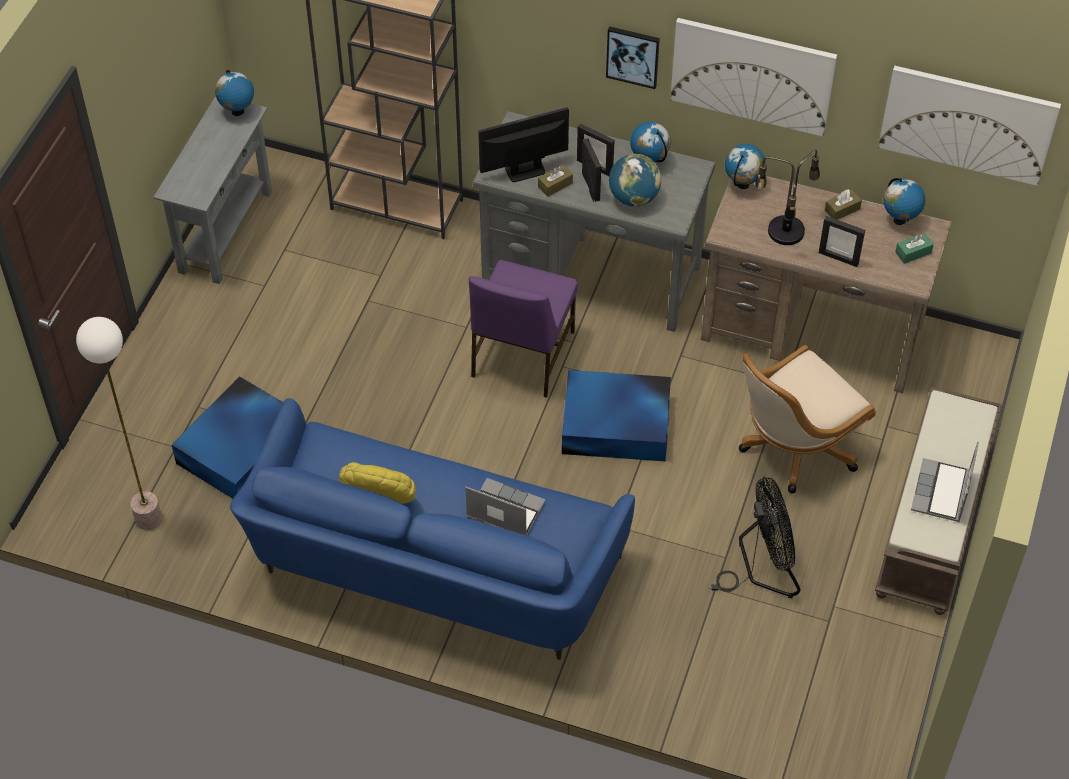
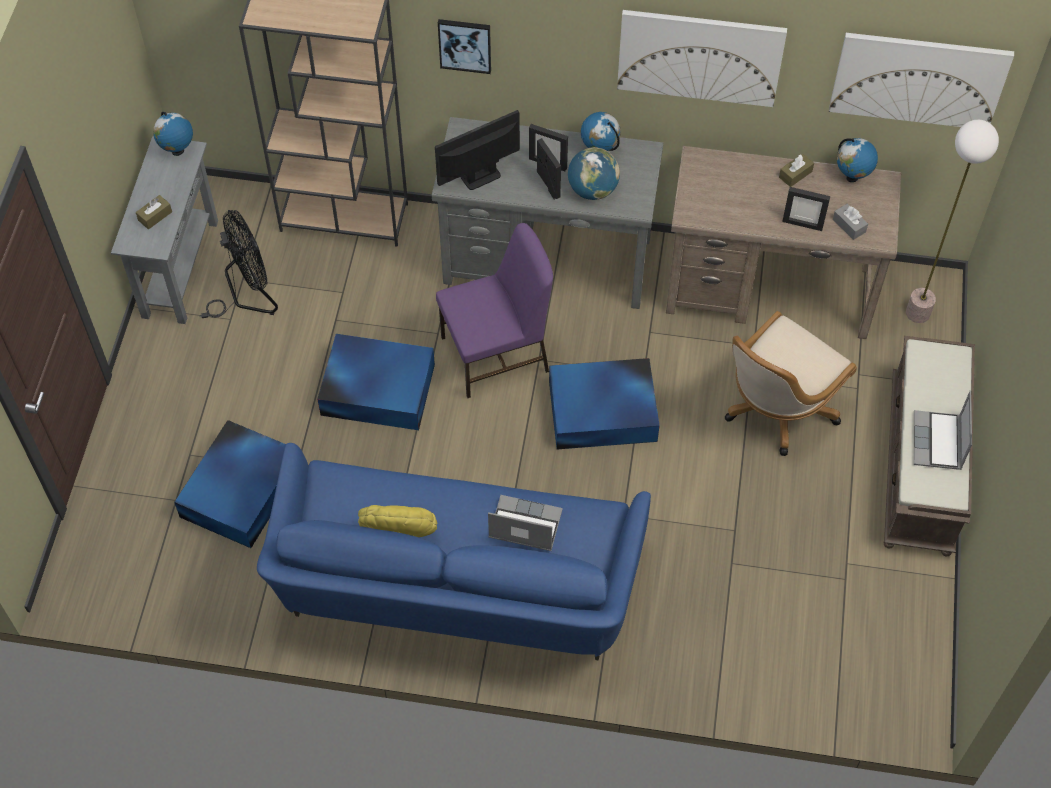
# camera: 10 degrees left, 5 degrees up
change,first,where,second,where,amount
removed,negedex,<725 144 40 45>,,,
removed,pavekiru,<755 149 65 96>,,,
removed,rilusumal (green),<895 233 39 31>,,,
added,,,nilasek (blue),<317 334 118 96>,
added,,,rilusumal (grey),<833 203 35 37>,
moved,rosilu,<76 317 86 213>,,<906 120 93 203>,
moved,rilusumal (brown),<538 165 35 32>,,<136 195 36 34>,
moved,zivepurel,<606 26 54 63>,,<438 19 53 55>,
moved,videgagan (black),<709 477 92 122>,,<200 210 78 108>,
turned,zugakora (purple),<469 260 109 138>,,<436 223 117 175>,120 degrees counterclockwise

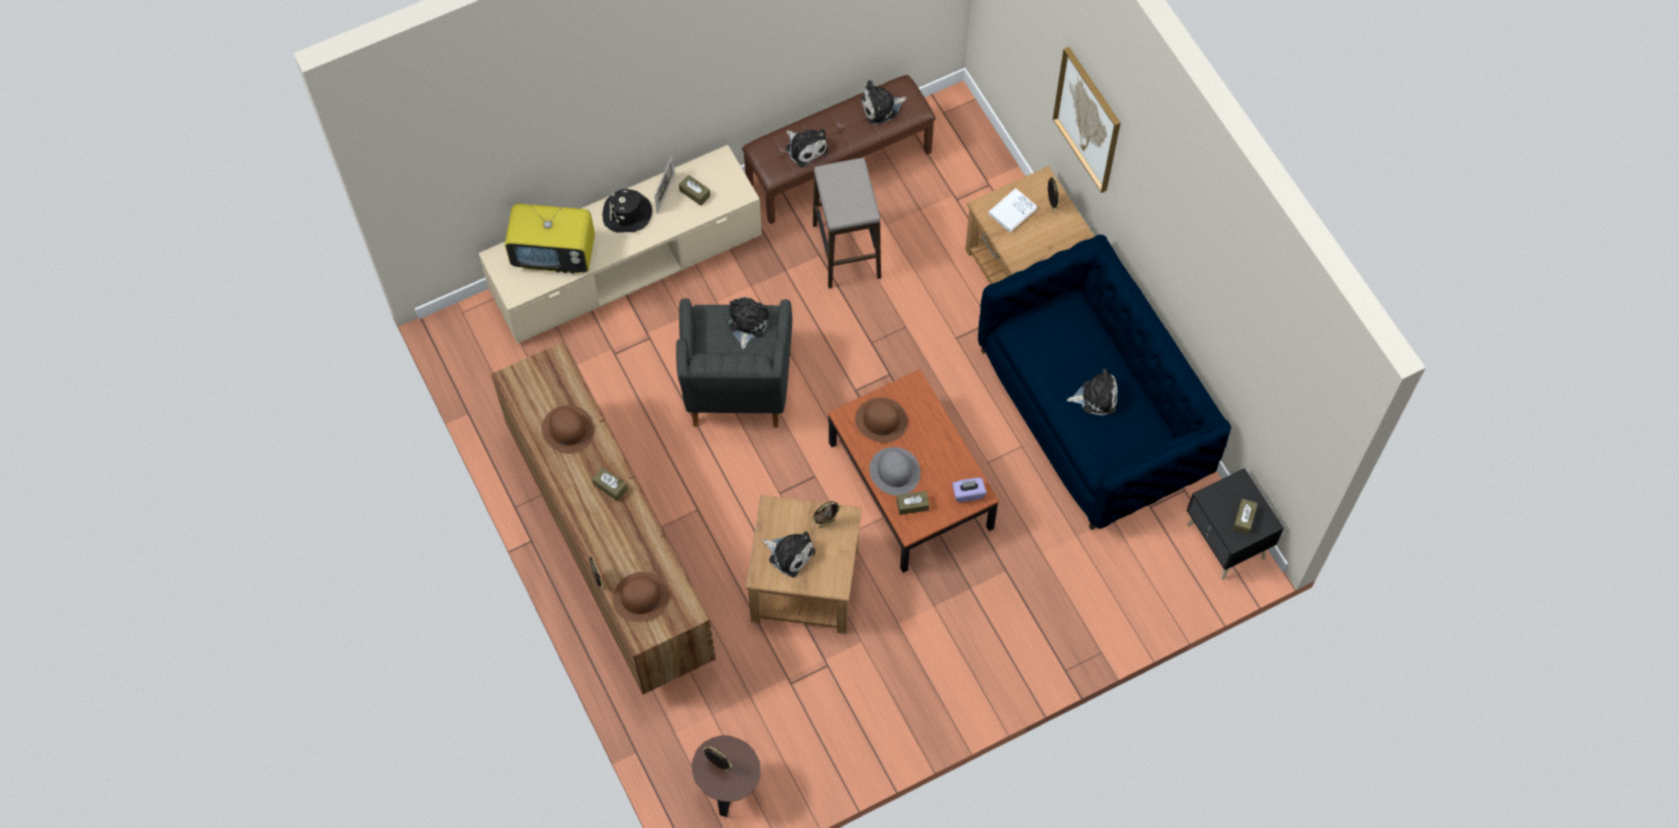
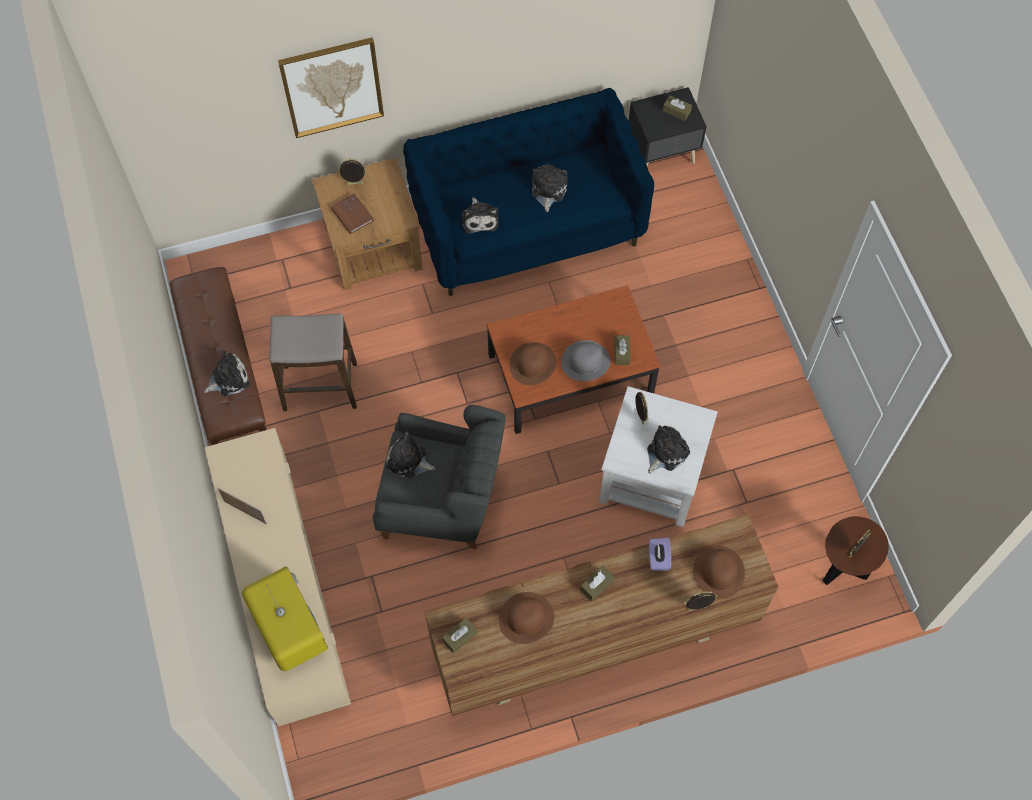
# camera: 80 degrees left, 0 degrees up
change,first,where,second,where,amount
removed,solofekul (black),<603 189 49 43>,,,
moved,rilusumal (brown),<679 175 31 31>,,<442 618 35 35>,
moved,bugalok,<860 80 47 45>,,<462 197 37 37>,
moved,rilusumal (purple),<952 478 34 25>,,<649 538 22 33>,
recoloured,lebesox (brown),<746 495 116 139>,lebesox (white),<599 386 119 141>,
recoloured,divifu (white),<988 188 49 44>,divifu (brown),<331 193 43 41>,
turned,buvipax,<505 204 90 70>,,<242 567 86 104>,45 degrees counterclockwise

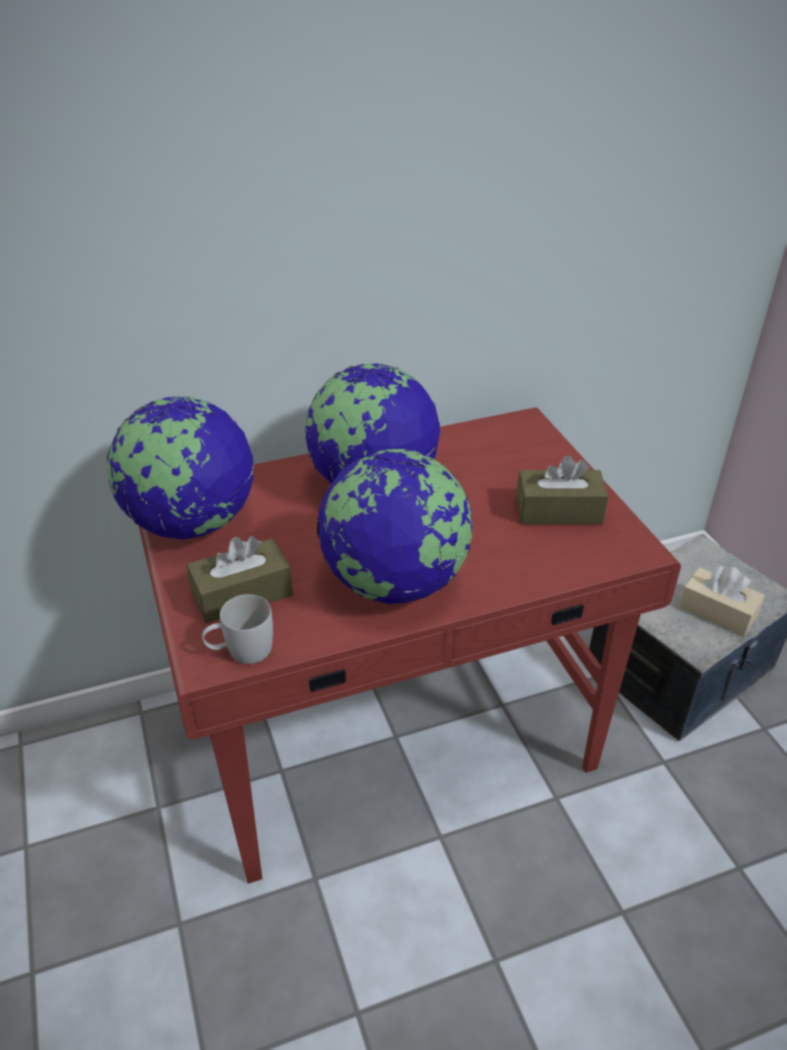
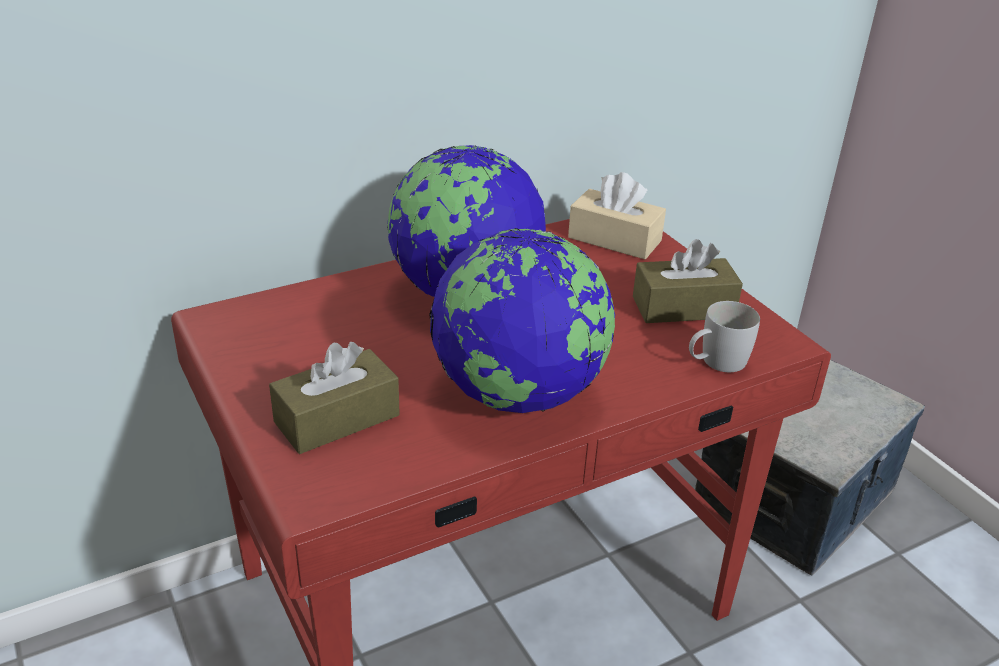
# camera: 10 degrees left, 5 degrees down
change,first,where,second,where,amount
removed,negedex,<107 396 147 143>,,,
moved,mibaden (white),<202 594 71 70>,,<689 301 71 71>,
moved,rilusumal (beige),<679 566 86 70>,,<568 172 98 87>,

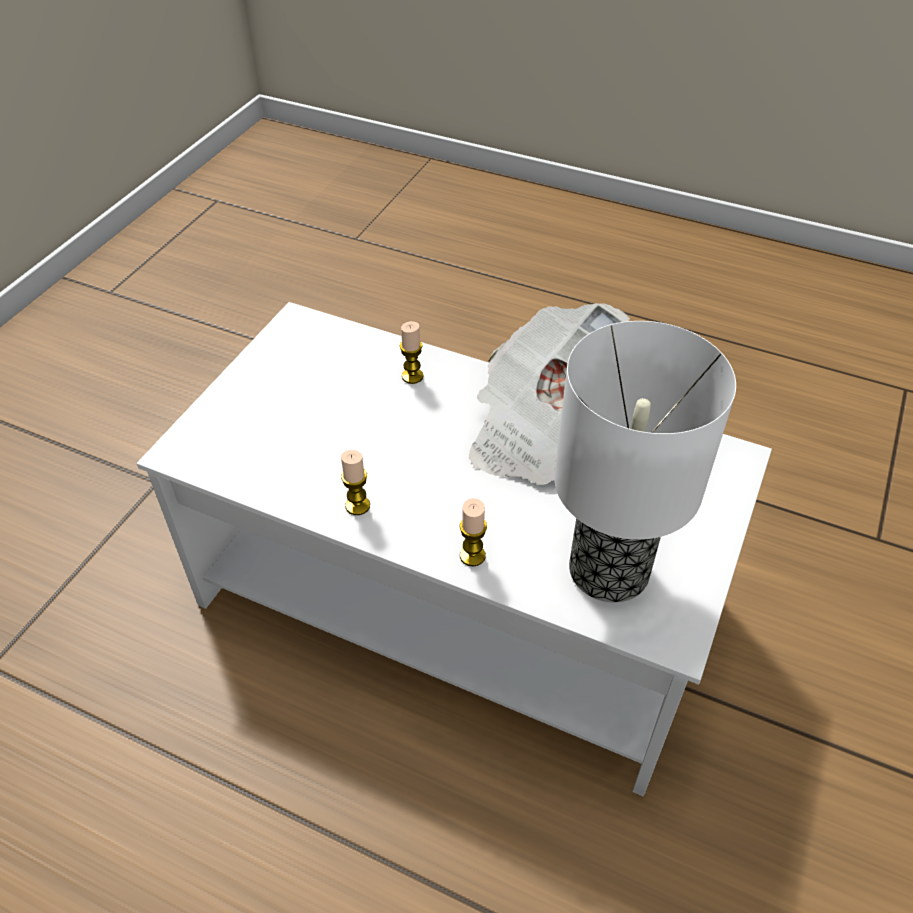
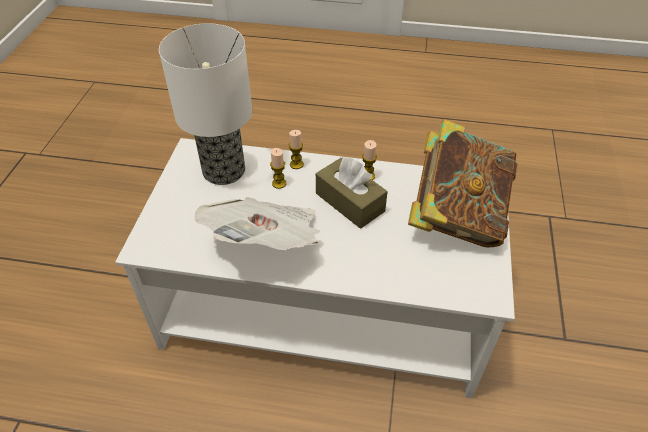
# camera: 165 degrees right, 0 degrees up
change,first,where,second,where,amount
added,,,rilusumal (brown),<316 157 72 72>,
added,,,divifu,<408 119 110 129>,
moved,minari,<400 321 23 63>,,<270 148 16 41>,

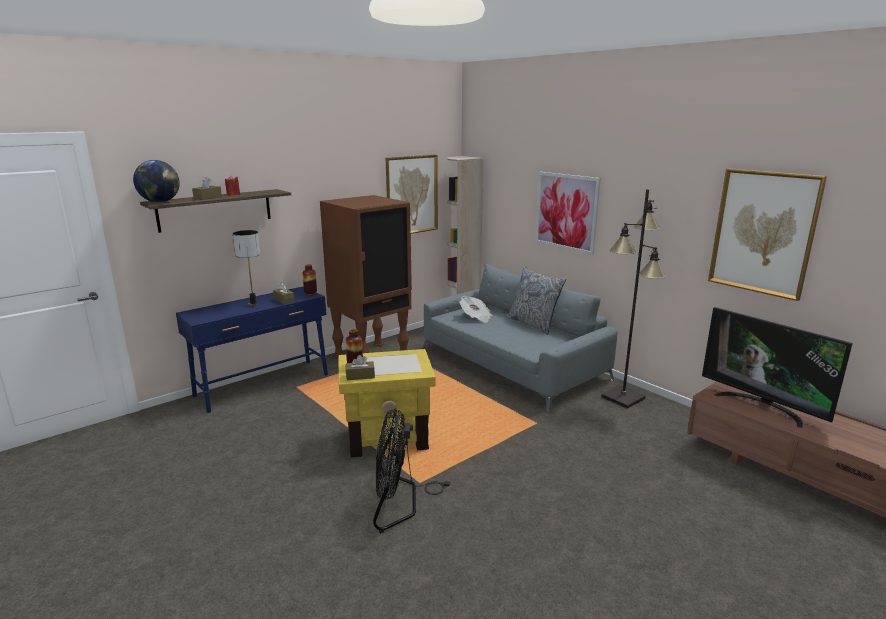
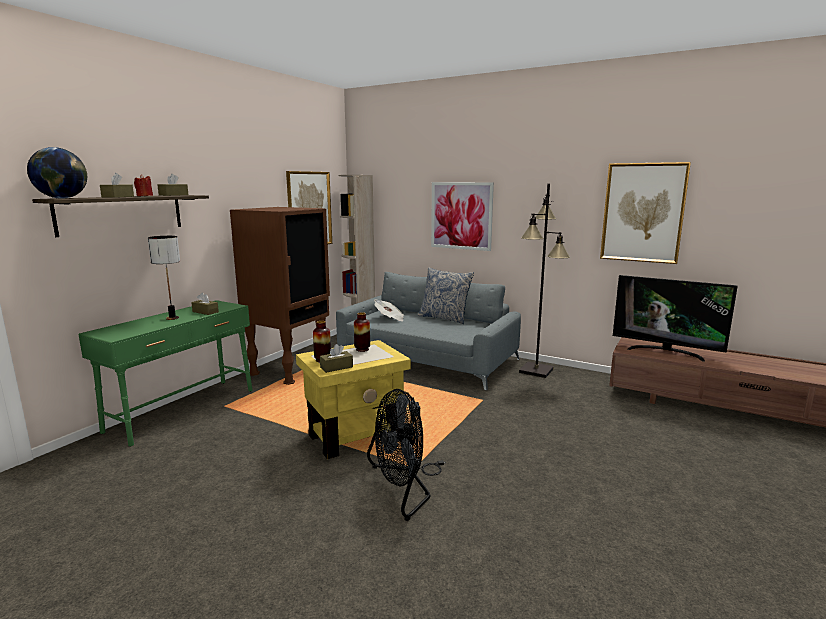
# camera: 20 degrees left, 5 degrees down
change,first,where,second,where,amount
added,,,rilusumal (brown),<158 174 31 22>,
moved,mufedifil,<303 264 14 32>,,<354 312 16 40>,
recoloured,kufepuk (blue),<176 286 152 127>,kufepuk (green),<78 300 175 146>,

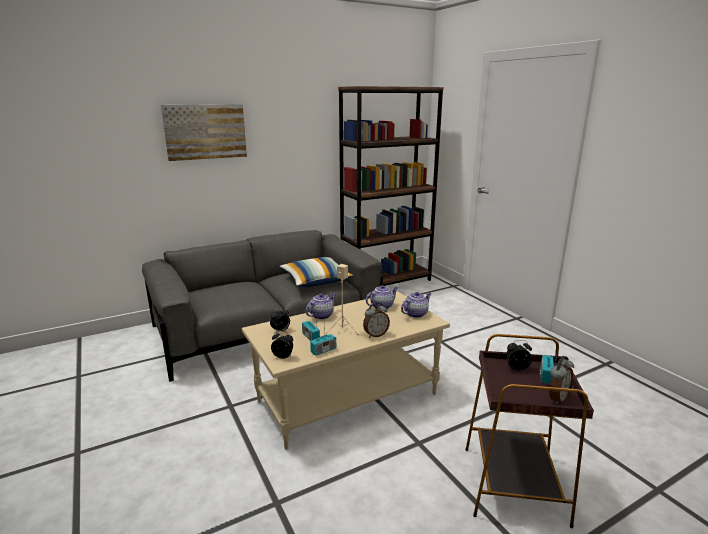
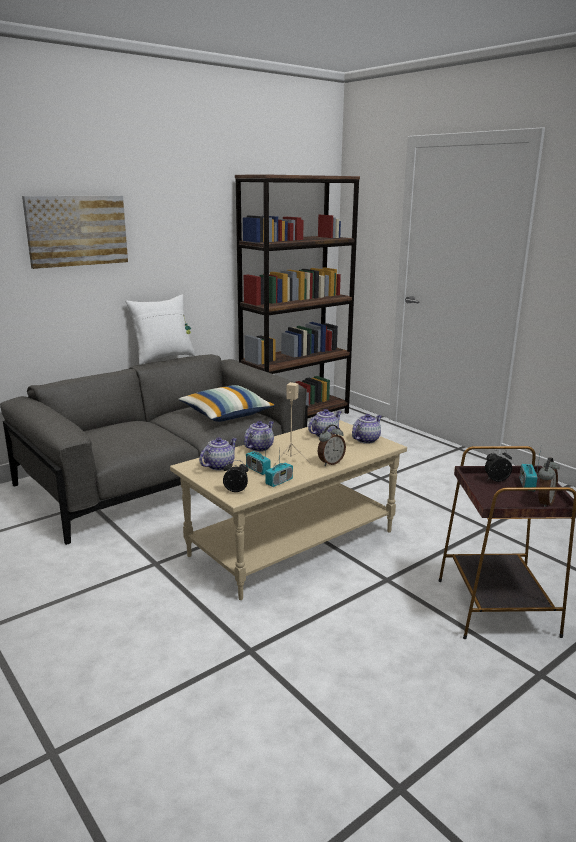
# camera: 10 degrees left, 0 degrees up
change,first,where,second,where,amount
added,,,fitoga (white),<126 295 69 70>,
replaced,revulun,<270 307 20 25>,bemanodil,<199 437 38 34>,

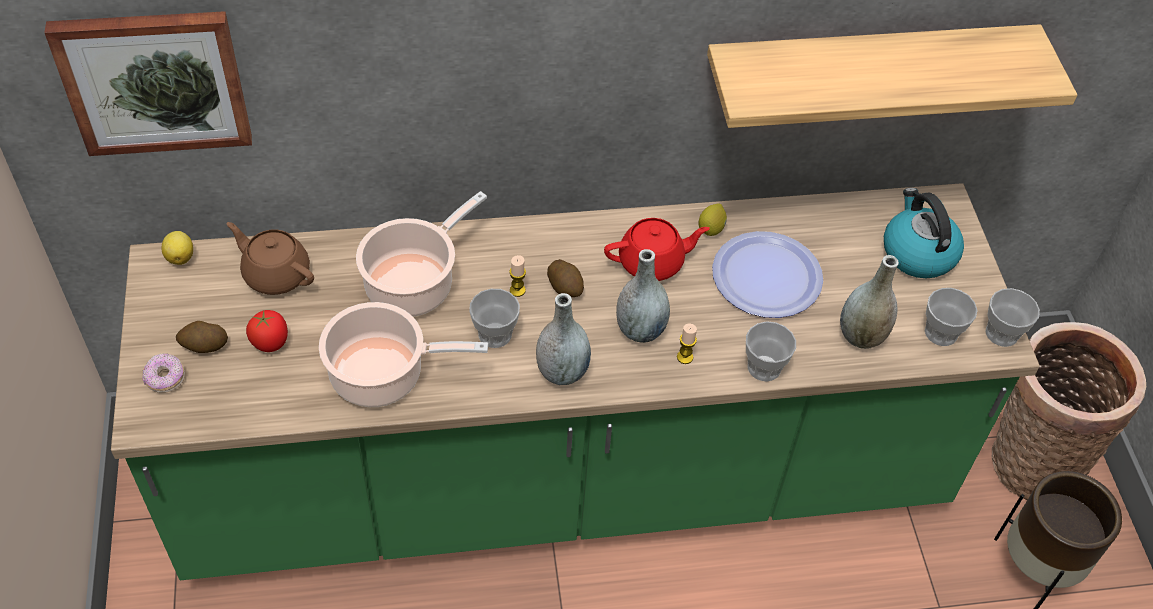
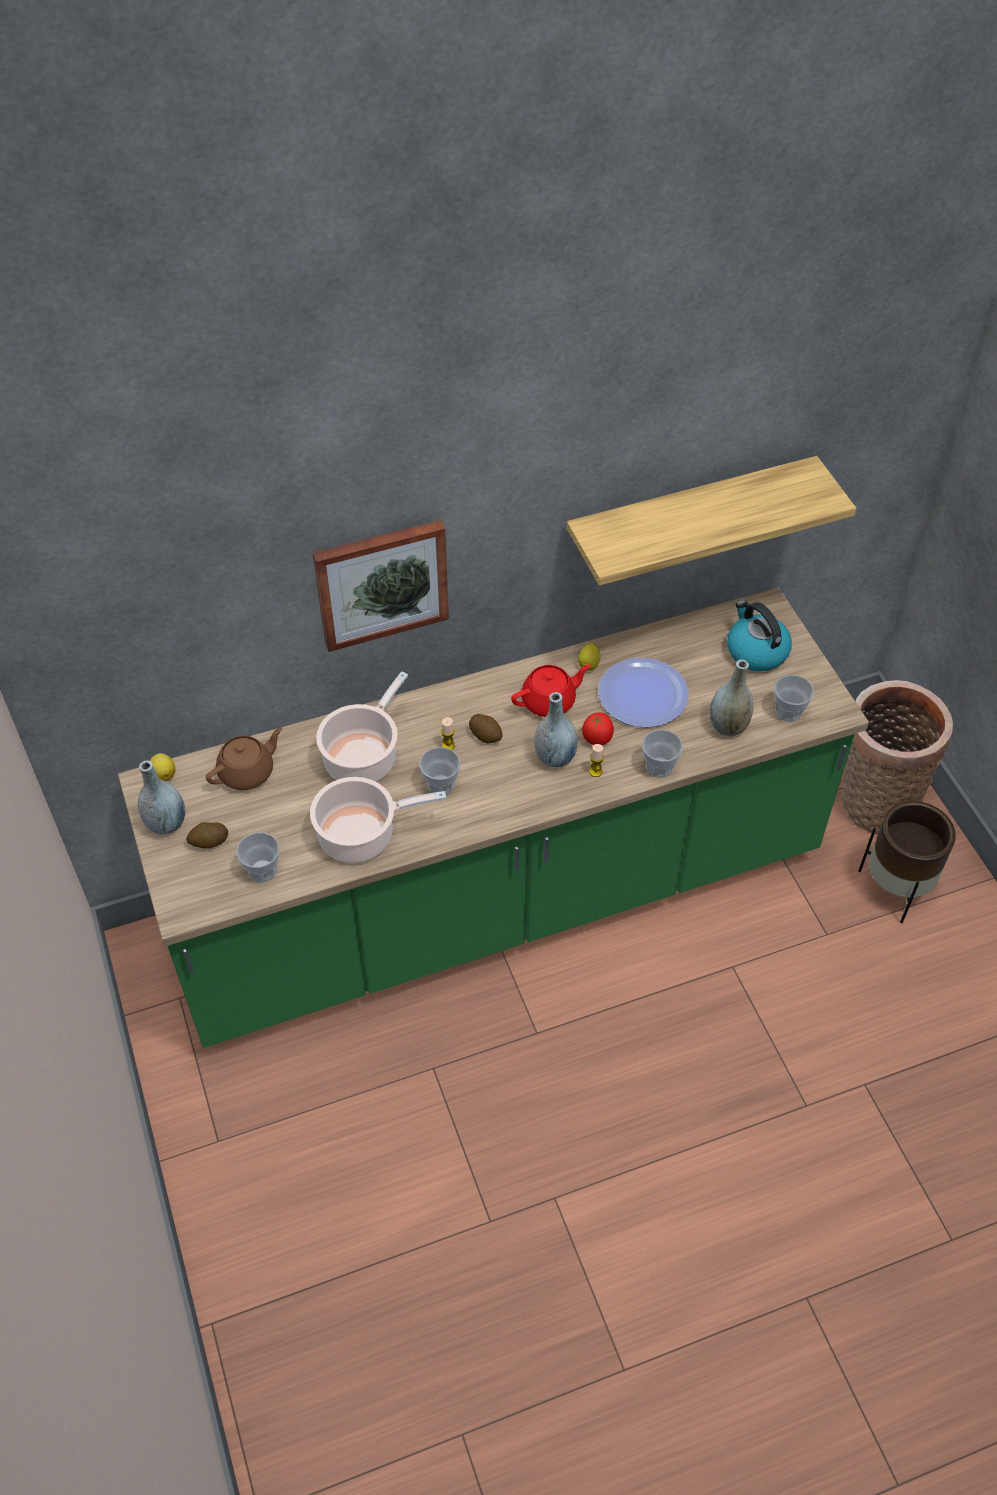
# camera: 10 degrees left, 0 degrees up
change,first,where,second,where,amount
removed,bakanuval,<142 353 43 40>,,,
moved,zivepurel,<44 11 208 145>,,<313 520 136 132>,
moved,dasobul,<246 310 42 42>,,<582 712 32 33>,
moved,mufedifil (grey),<536 293 55 92>,,<138 760 47 74>,
moved,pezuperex,<986 288 54 59>,,<236 832 44 51>,
turned,bemanodil (brown),<226 222 88 73>,,<206 727 77 63>,120 degrees clockwise

